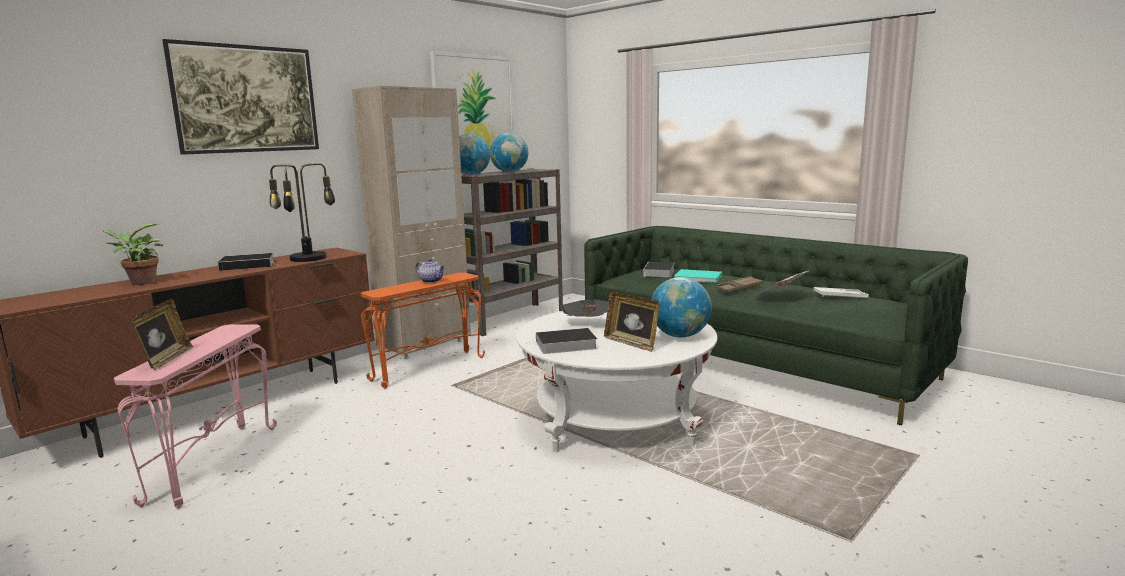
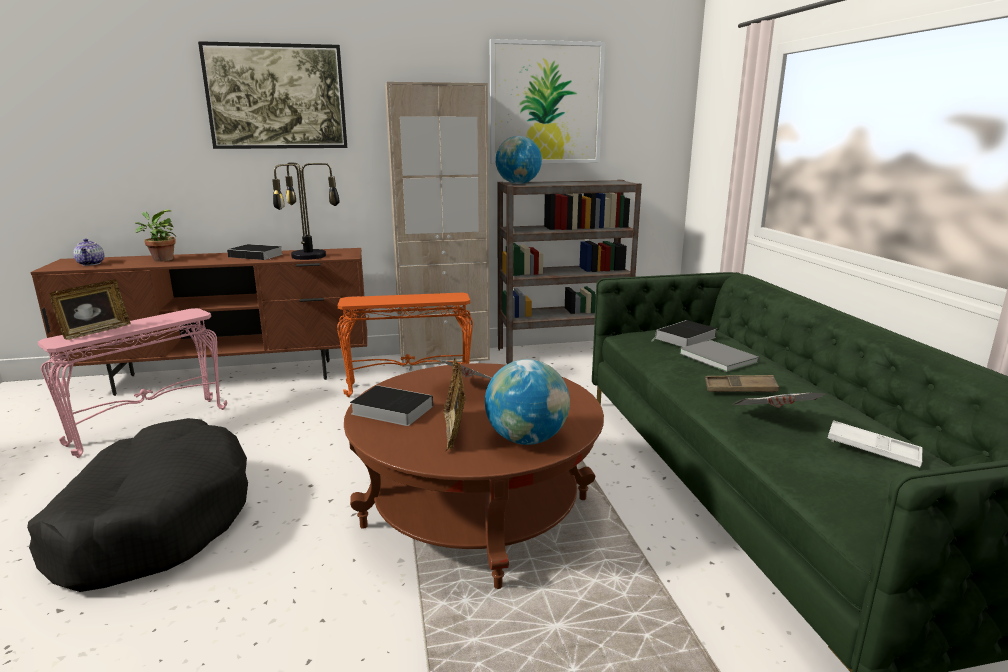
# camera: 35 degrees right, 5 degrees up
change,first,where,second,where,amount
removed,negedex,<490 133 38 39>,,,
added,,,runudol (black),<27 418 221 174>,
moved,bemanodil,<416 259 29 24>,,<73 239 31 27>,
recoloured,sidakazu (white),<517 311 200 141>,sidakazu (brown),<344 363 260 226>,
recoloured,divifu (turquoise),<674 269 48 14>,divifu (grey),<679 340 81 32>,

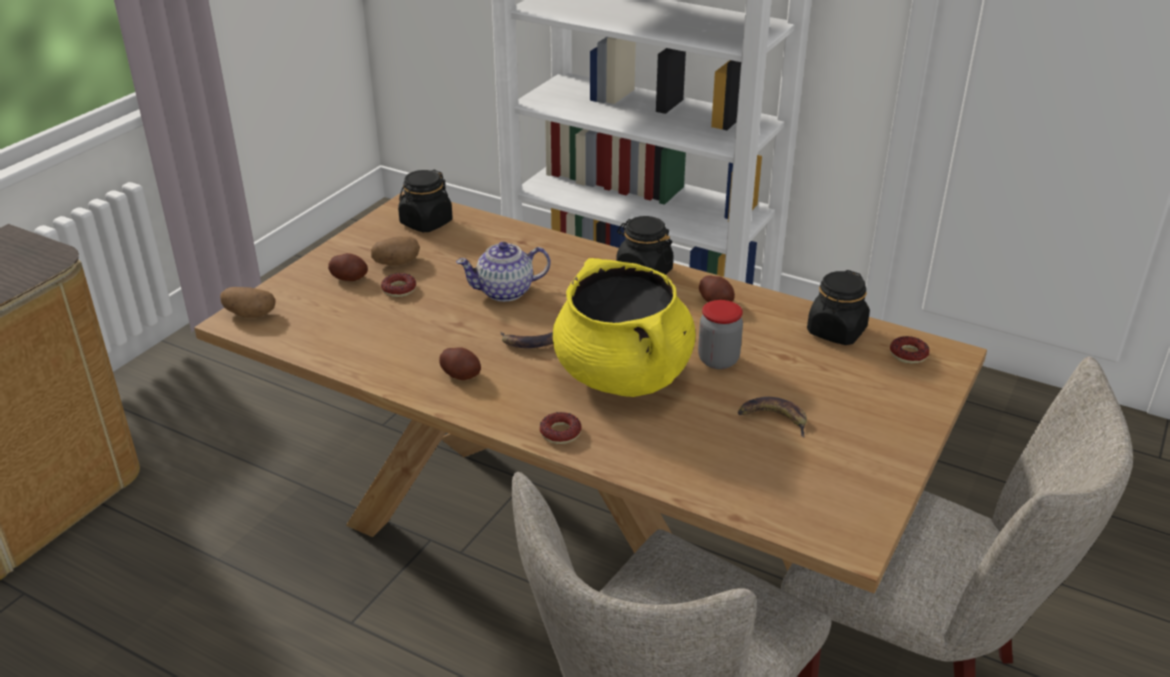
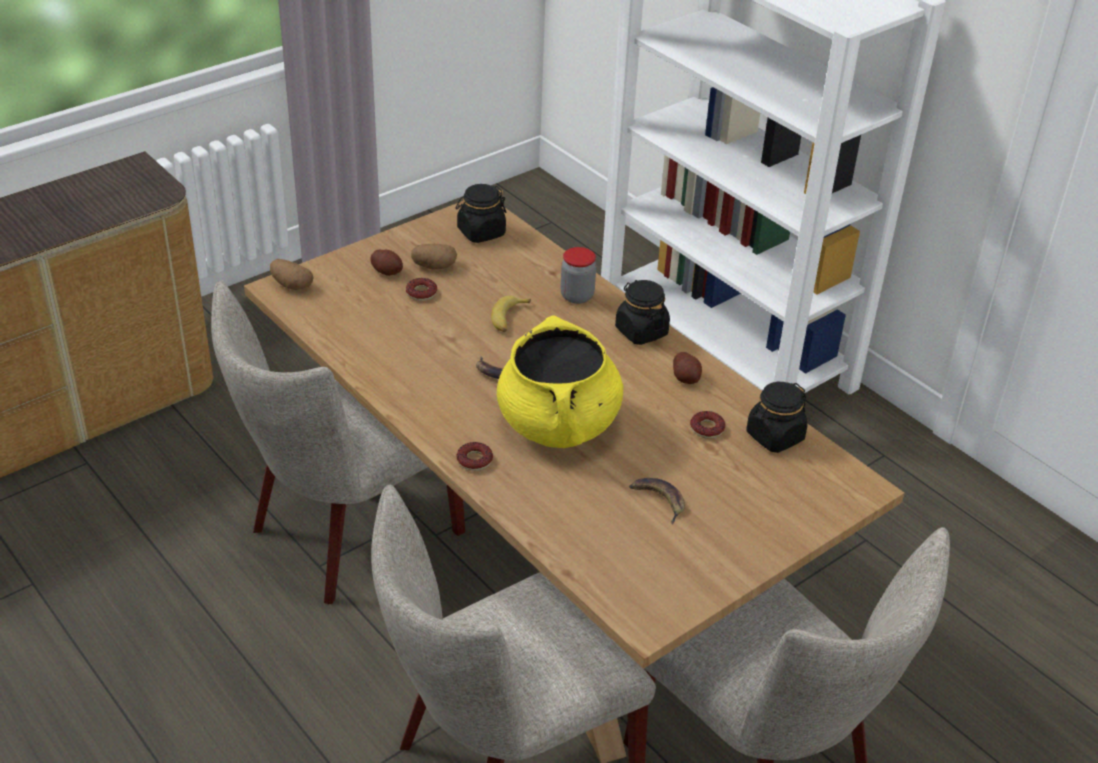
# camera: 20 degrees right, 5 degrees up
change,first,where,second,where,amount
removed,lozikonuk,<439 347 42 33>,,,
added,,,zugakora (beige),<211 281 254 323>,
moved,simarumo,<698 300 45 69>,,<560 247 36 57>,
moved,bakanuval,<890 336 40 28>,,<690 411 36 27>,
replaced,bemanodil,<456 242 95 60>,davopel,<491 296 40 36>,

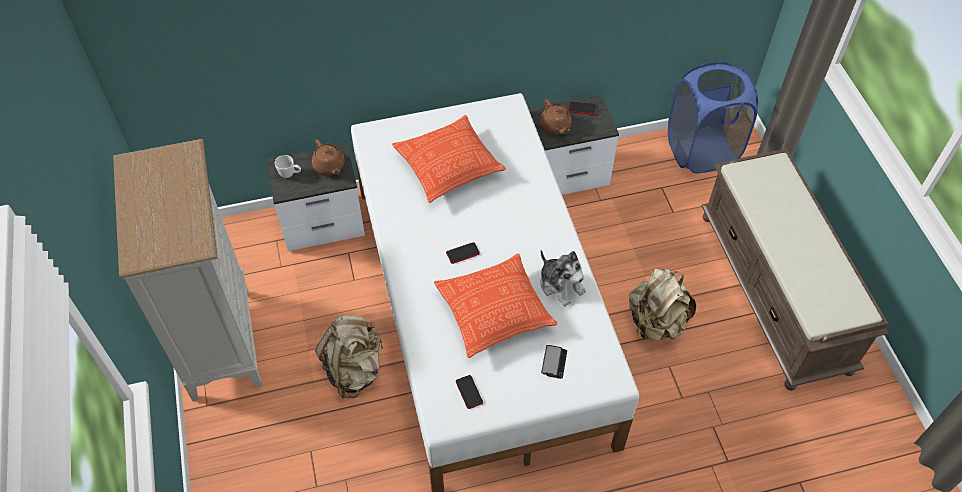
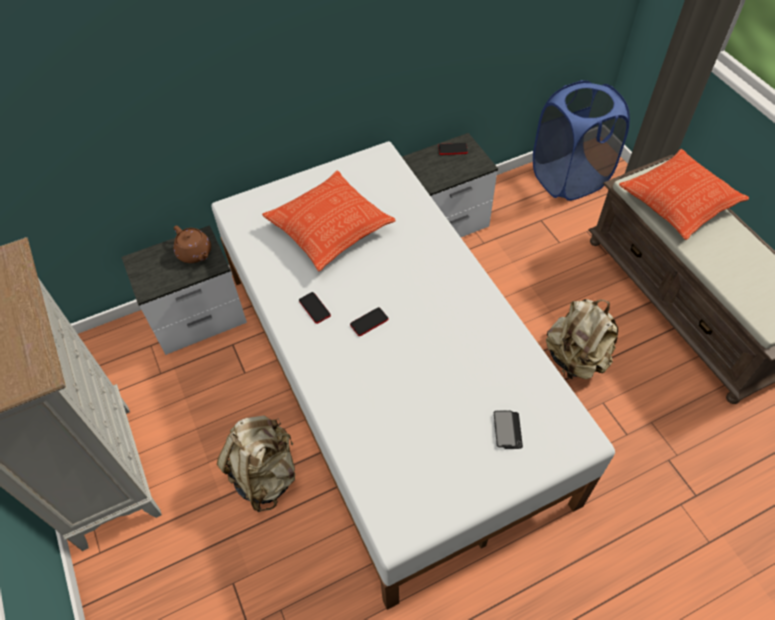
# camera: 10 degrees left, 0 degrees up
change,first,where,second,where,amount
removed,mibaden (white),<275 155 26 23>,,,
removed,bemanodil (brown),<540 99 32 35>,,,
removed,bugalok,<540 250 46 57>,,,
moved,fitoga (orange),<434 253 123 105>,,<619 149 130 91>,
moved,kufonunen,<456 375 27 34>,,<299 292 32 32>,

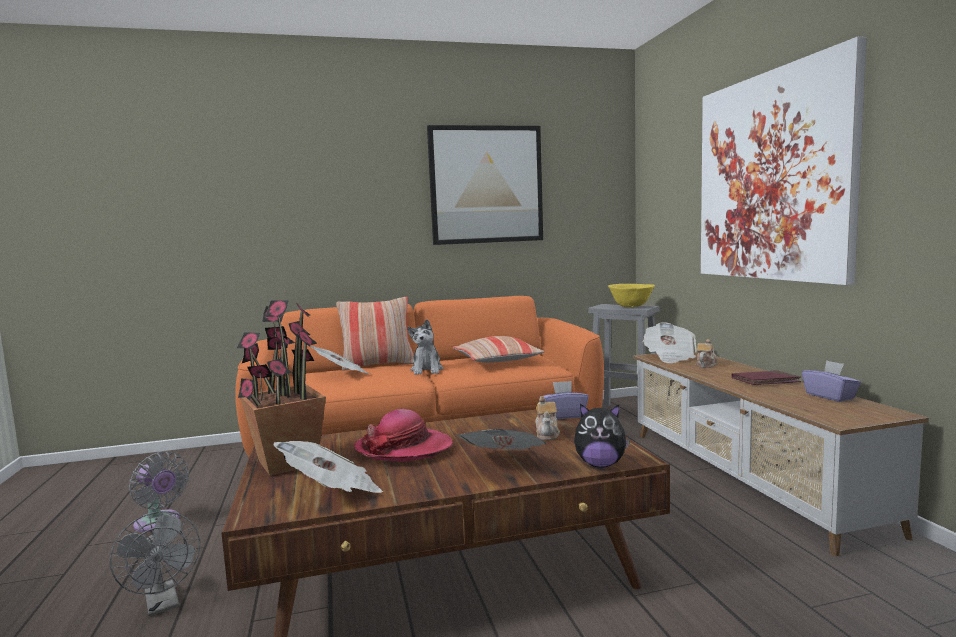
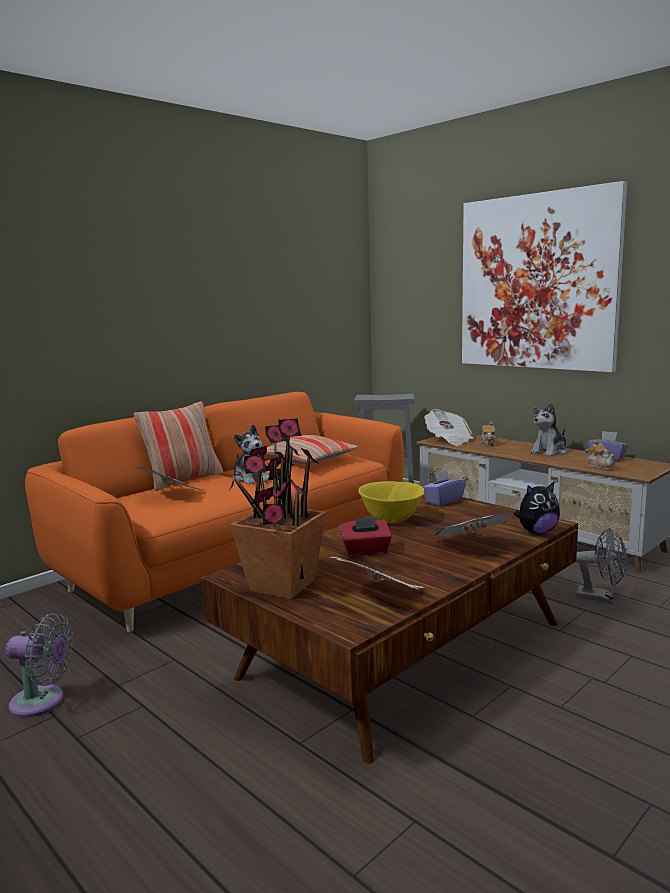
# camera: 30 degrees left, 5 degrees up
change,first,where,second,where,amount
removed,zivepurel,<427 125 116 120>,,,
moved,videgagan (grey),<110 511 90 105>,,<576 527 51 76>,
moved,bemanodil,<536 396 24 44>,,<585 440 30 31>,
moved,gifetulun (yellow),<608 284 47 23>,,<358 481 66 42>,
replaced,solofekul,<354 409 99 53>,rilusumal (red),<339 517 53 39>,
replaced,divifu (red),<732 370 69 15>,bugalok,<530 403 37 54>,

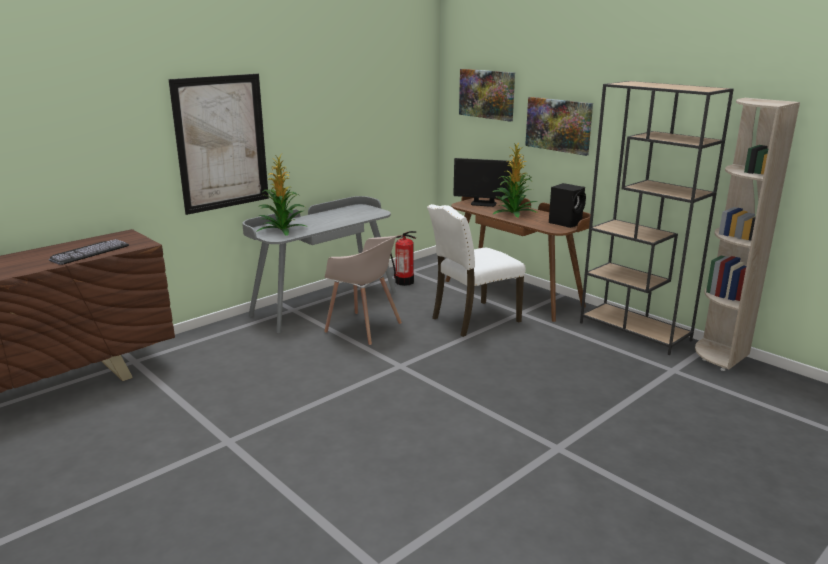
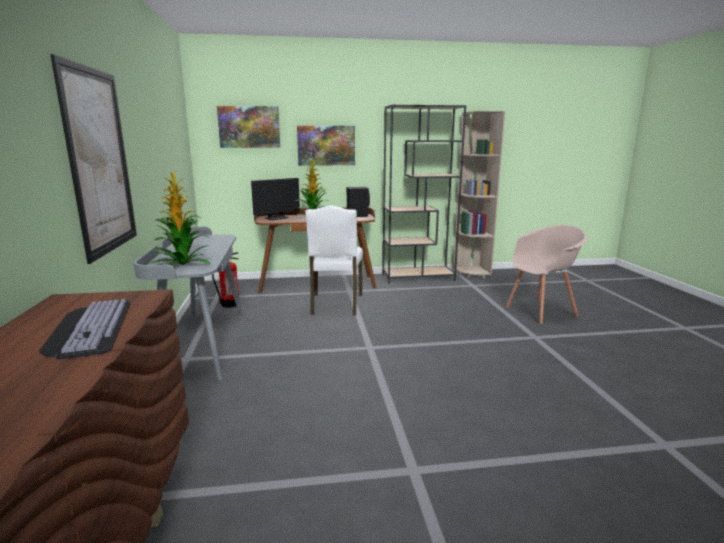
# camera: 55 degrees left, 5 degrees down
change,first,where,second,where,amount
moved,zugakora (beige),<324 235 78 110>,,<506 225 81 99>,

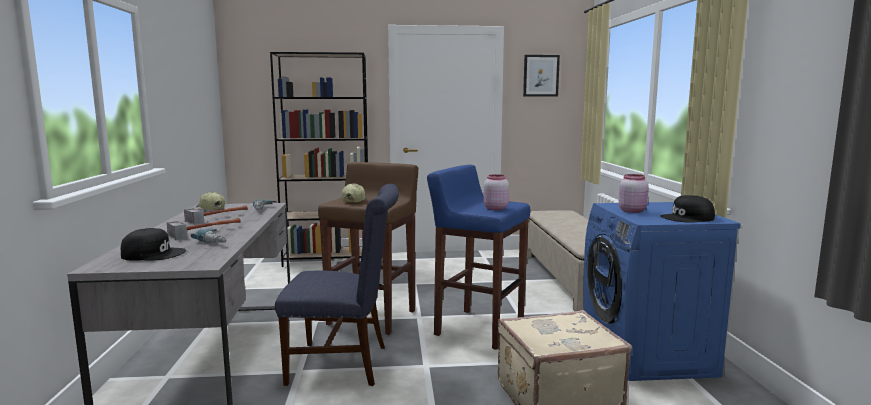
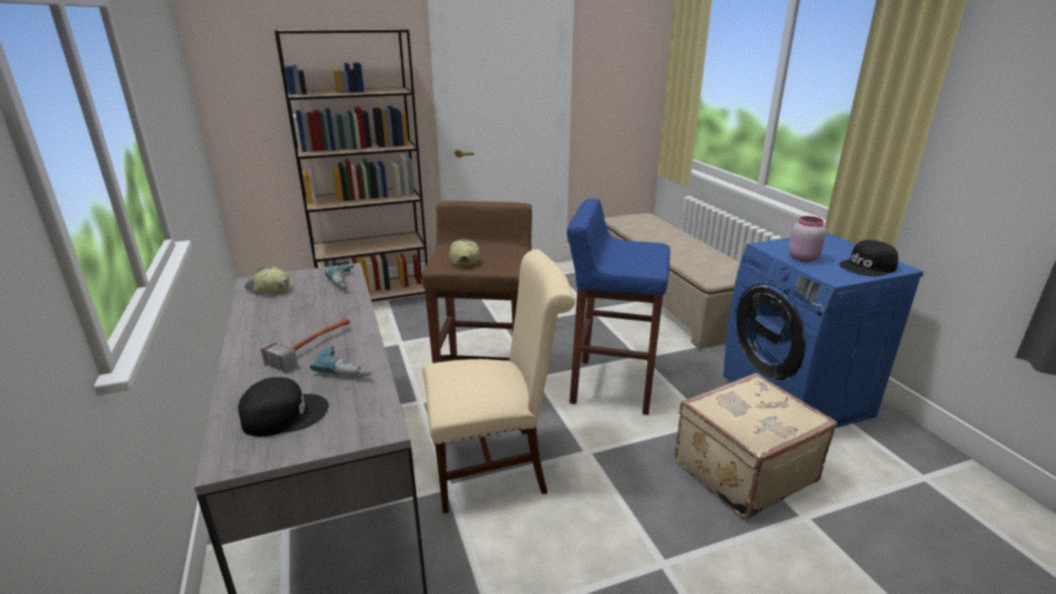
# camera: 15 degrees left, 15 degrees up
change,first,where,second,where,amount
removed,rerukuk,<184 205 64 20>,,,
removed,simarumo (pink),<483 174 26 36>,,,
removed,zivepurel,<523 55 37 42>,,,
recoloured,zugakora (blue),<275 184 124 202>,zugakora (beige),<422 249 153 265>,

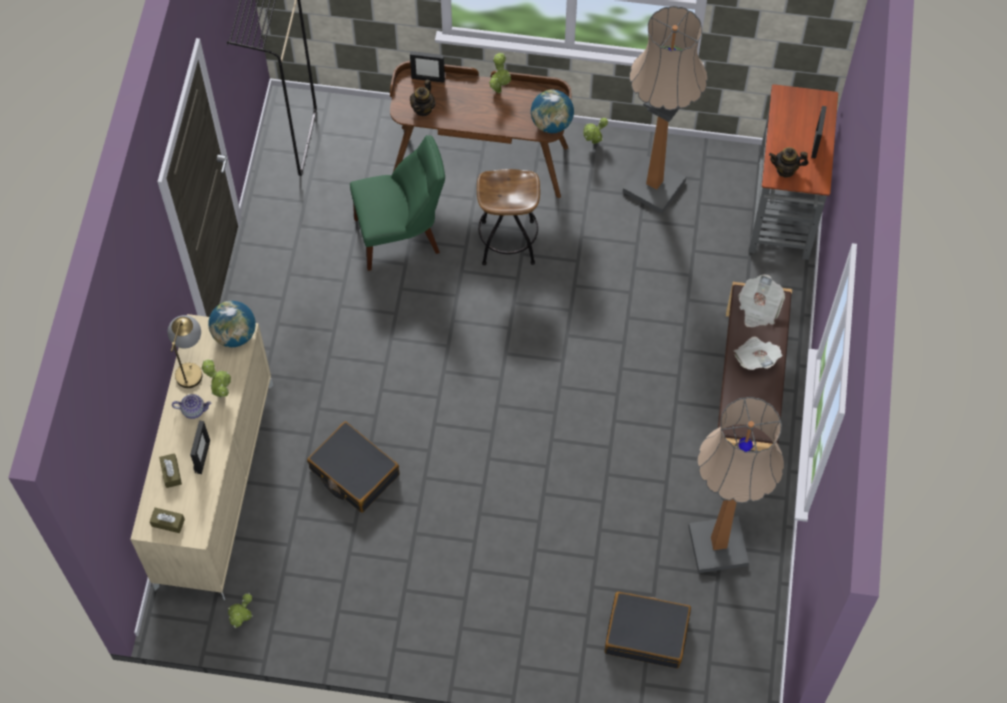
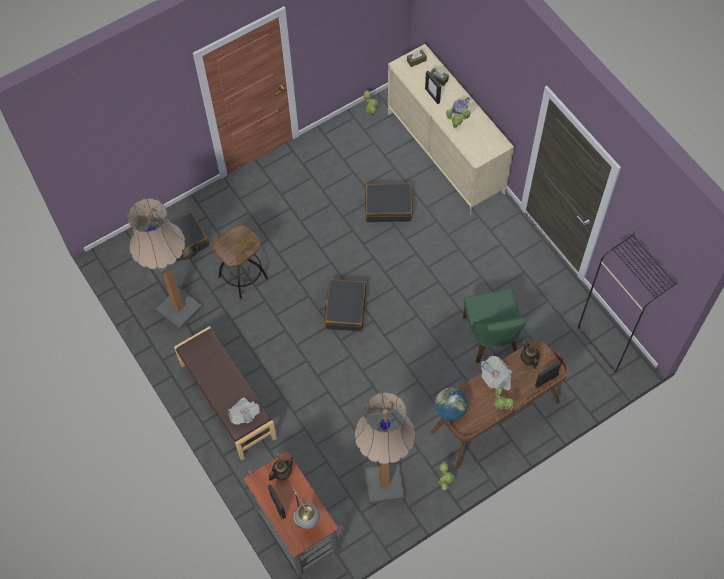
# camera: 140 degrees right, 0 degrees up
change,first,where,second,where,amount
removed,negedex,<208 301 48 46>,,,
added,,,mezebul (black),<324 279 42 52>,
moved,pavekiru,<168 315 34 73>,,<292 488 28 41>,
moved,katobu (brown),<477 169 63 96>,,<213 225 55 75>,
moved,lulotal,<733 336 49 34>,,<481 356 31 34>,
turned,zugakora (green),<350 135 95 136>,,<463 289 63 74>,45 degrees counterclockwise

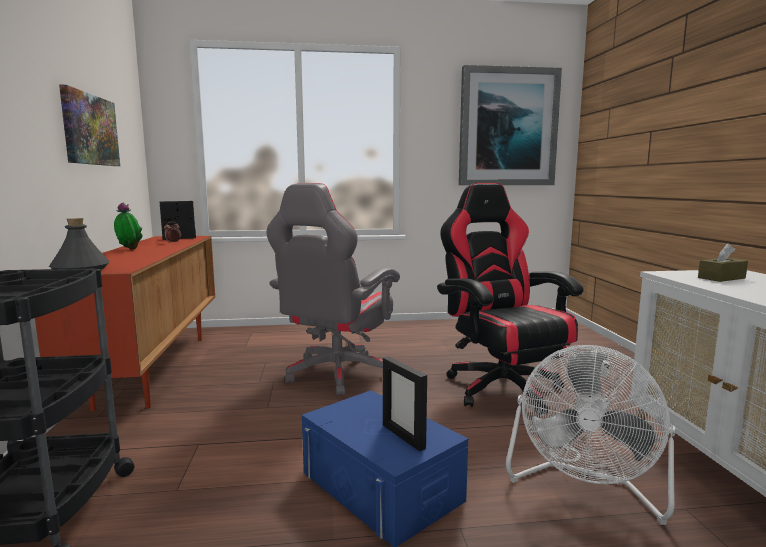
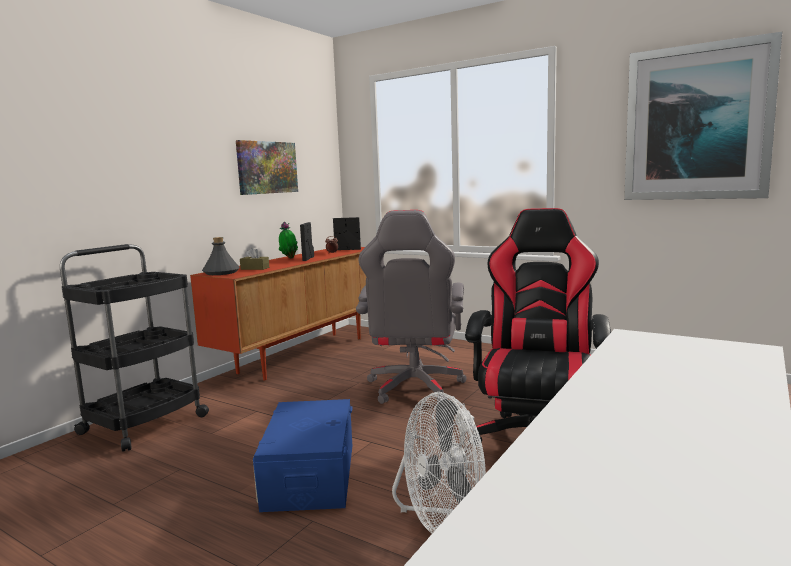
# camera: 40 degrees right, 0 degrees up
change,first,where,second,where,amount
moved,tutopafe,<383 356 44 95>,,<300 222 14 39>,
moved,rilusumal (brown),<698 243 50 39>,,<240 247 29 23>,
turned,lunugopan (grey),<267 183 133 213>,,<356 210 110 194>,60 degrees counterclockwise

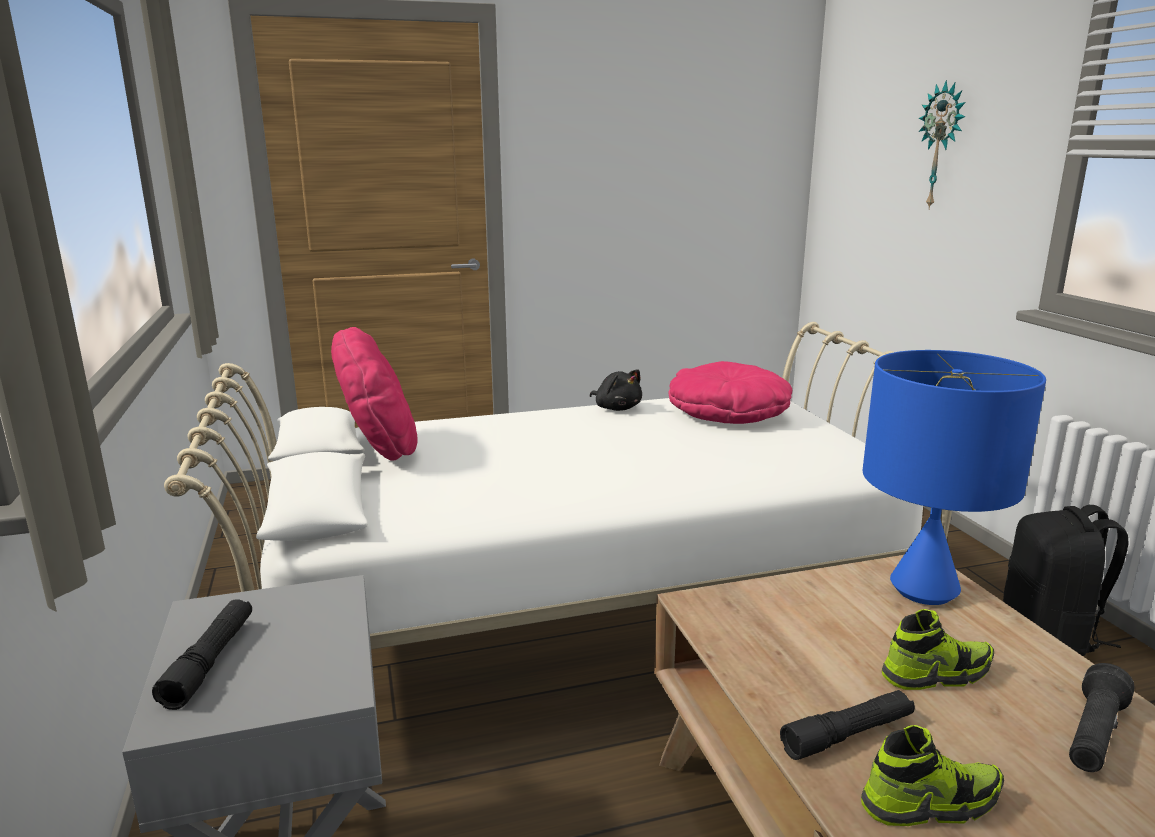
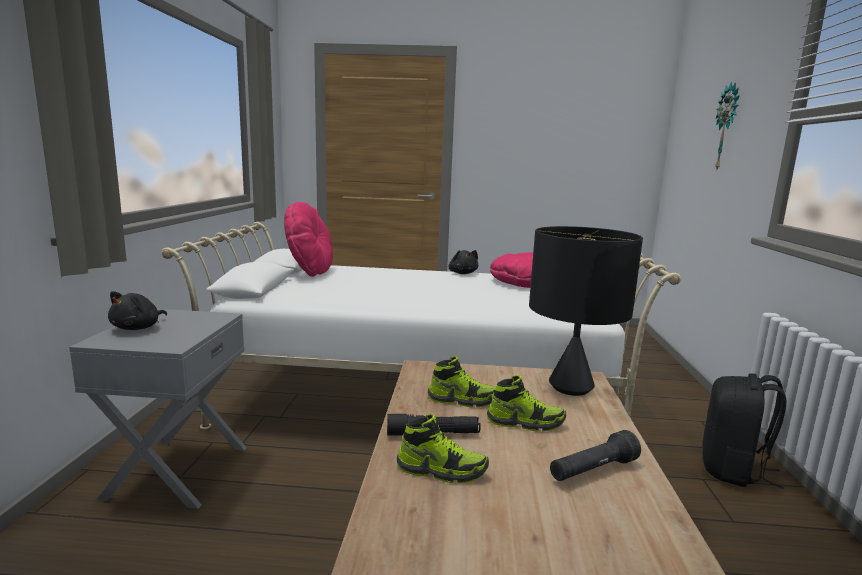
# camera: 20 degrees right, 5 degrees down
change,first,where,second,where,amount
added,,,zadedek,<428 356 68 52>,
replaced,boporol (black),<152 599 100 111>,bugalok (black),<108 291 59 39>,
recoloured,pavekiru (blue),<862 350 184 255>,pavekiru (black),<529 226 114 170>,

